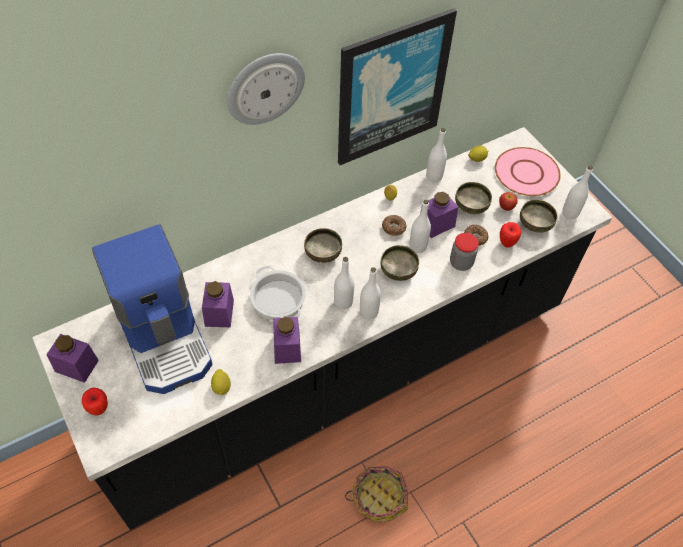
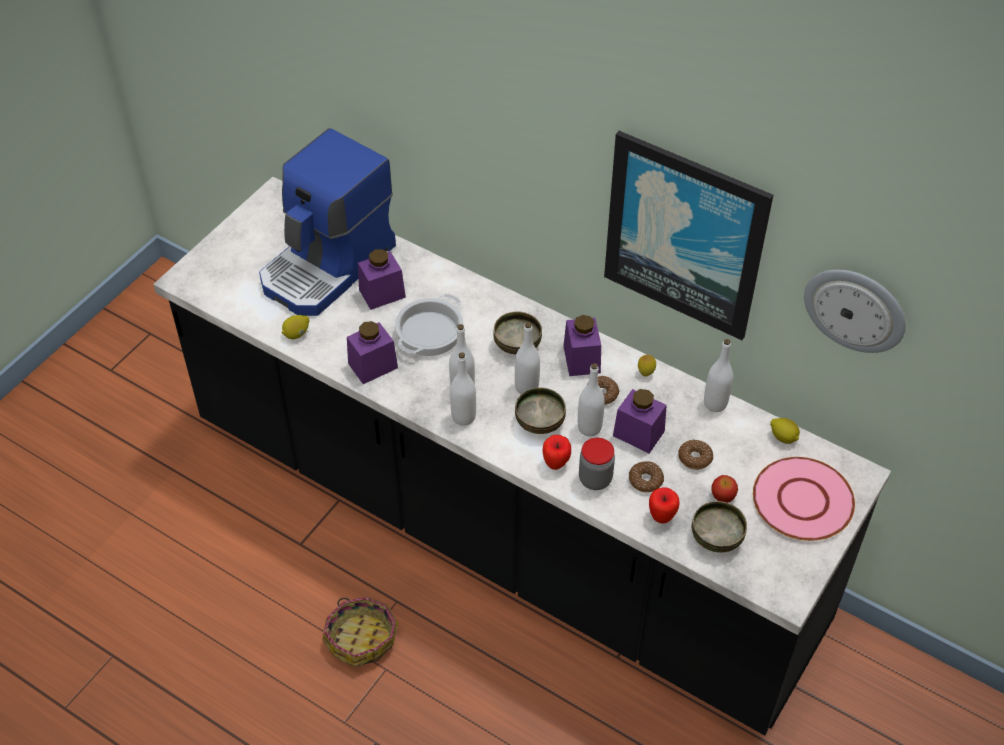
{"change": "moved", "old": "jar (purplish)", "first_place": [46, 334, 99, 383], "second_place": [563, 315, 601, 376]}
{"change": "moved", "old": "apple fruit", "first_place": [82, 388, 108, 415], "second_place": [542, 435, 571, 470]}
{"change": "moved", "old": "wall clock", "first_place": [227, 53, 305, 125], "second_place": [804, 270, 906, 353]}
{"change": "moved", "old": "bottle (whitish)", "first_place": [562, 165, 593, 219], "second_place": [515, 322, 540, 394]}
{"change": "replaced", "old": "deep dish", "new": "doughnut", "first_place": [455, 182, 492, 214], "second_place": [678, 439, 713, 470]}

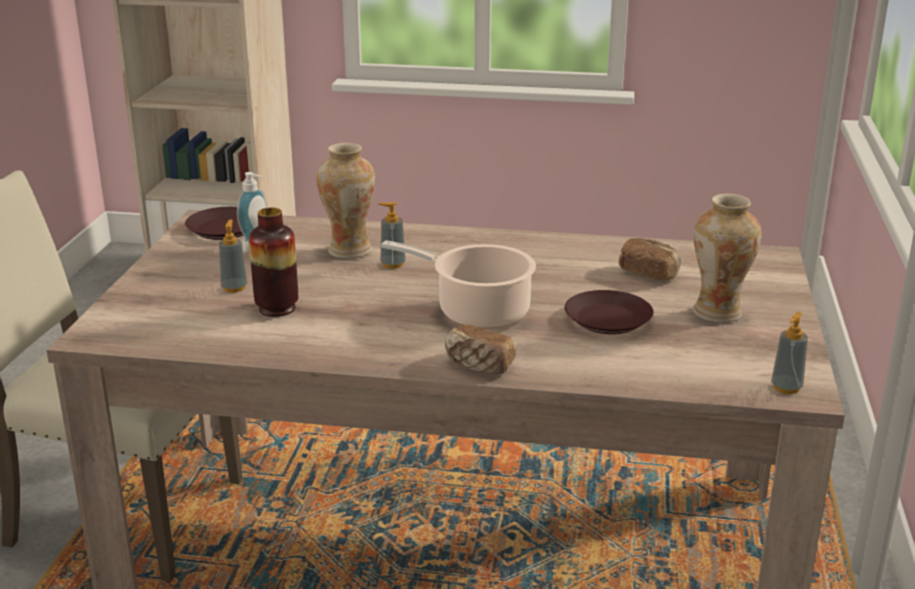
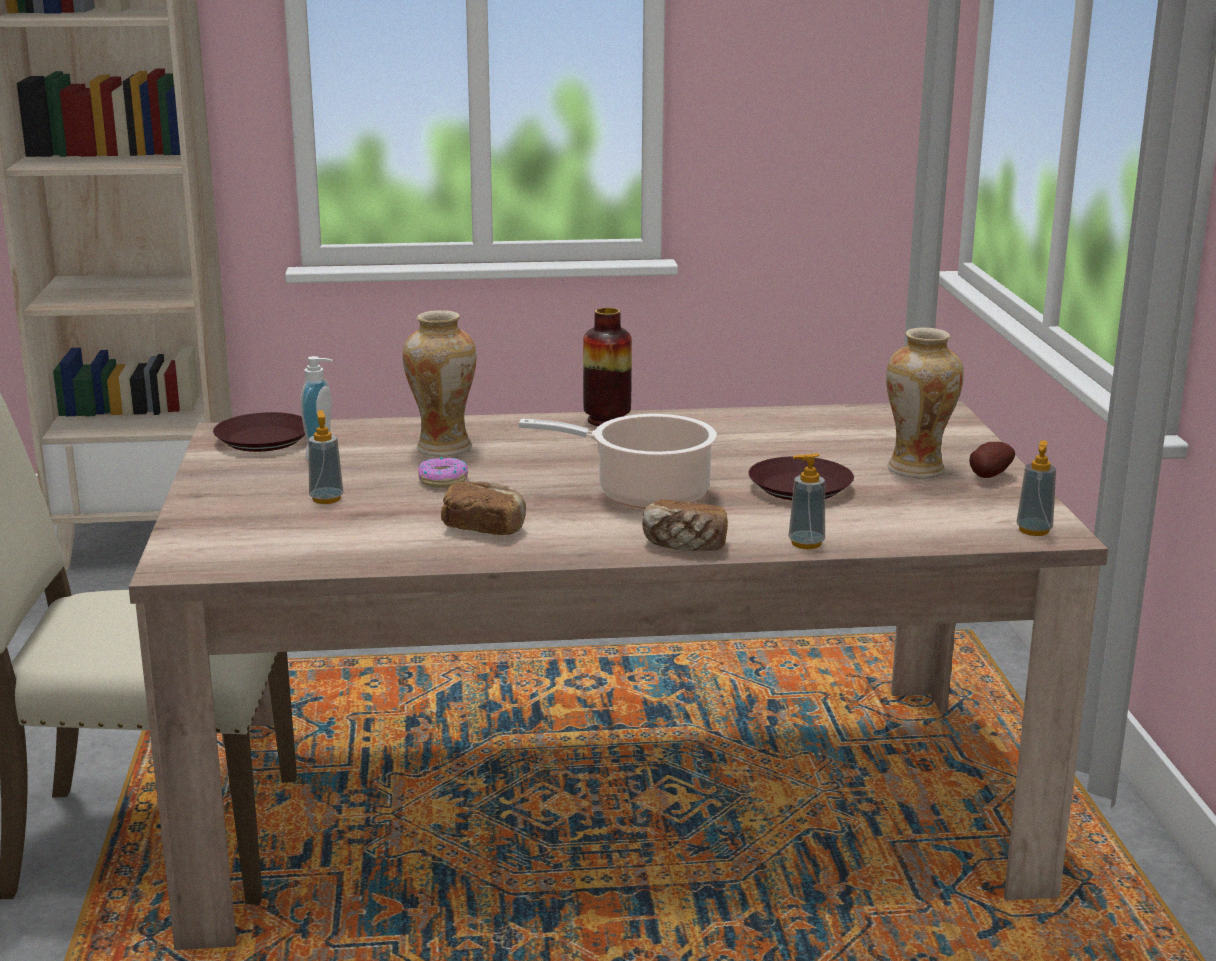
{"change": "added", "new": "doughnut", "second_place": [418, 457, 469, 488]}
{"change": "added", "new": "spud", "second_place": [969, 442, 1015, 478]}
{"change": "moved", "old": "vase", "first_place": [249, 207, 298, 317], "second_place": [583, 308, 632, 426]}
{"change": "moved", "old": "liquid soap bottle", "first_place": [378, 202, 406, 269], "second_place": [789, 453, 825, 549]}
{"change": "moved", "old": "baked bread", "first_place": [619, 238, 681, 280], "second_place": [441, 481, 526, 535]}

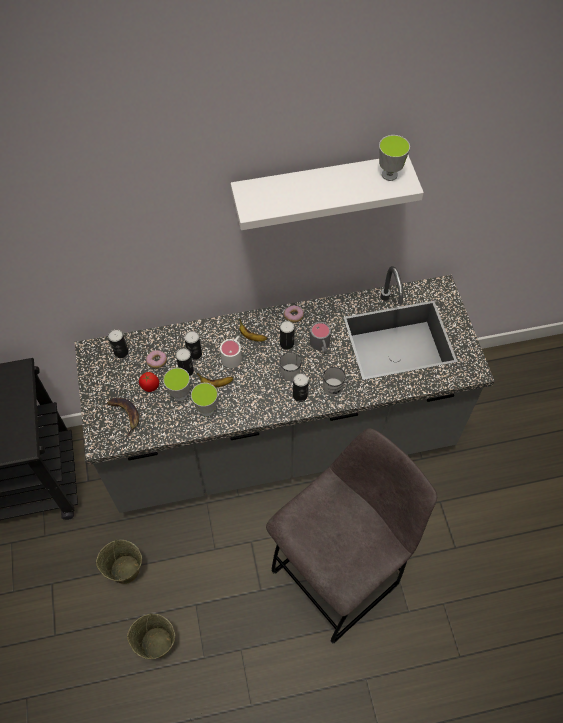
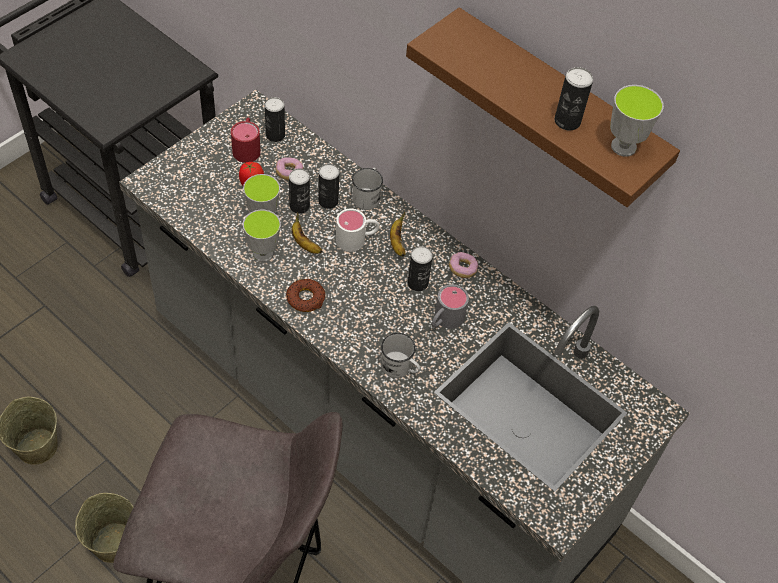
{"change": "removed", "old": "whole banana", "first_place": [107, 398, 139, 437]}
{"change": "added", "new": "coffee mug (reddish)", "second_place": [231, 118, 261, 163]}
{"change": "added", "new": "doughnut", "second_place": [286, 279, 325, 312]}
{"change": "moved", "old": "water bucket (beige)", "first_place": [96, 539, 142, 584], "second_place": [75, 493, 133, 563]}
{"change": "moved", "old": "coffee mug (whitish)", "first_place": [279, 352, 302, 381], "second_place": [352, 168, 383, 210]}
{"change": "moved", "old": "sealed can", "first_place": [293, 373, 309, 402], "second_place": [554, 67, 593, 130]}
{"change": "recoloured", "old": "shelf (whitish)", "new": "shelf (brownish)", "first_place": [231, 155, 424, 230], "second_place": [406, 7, 680, 207]}

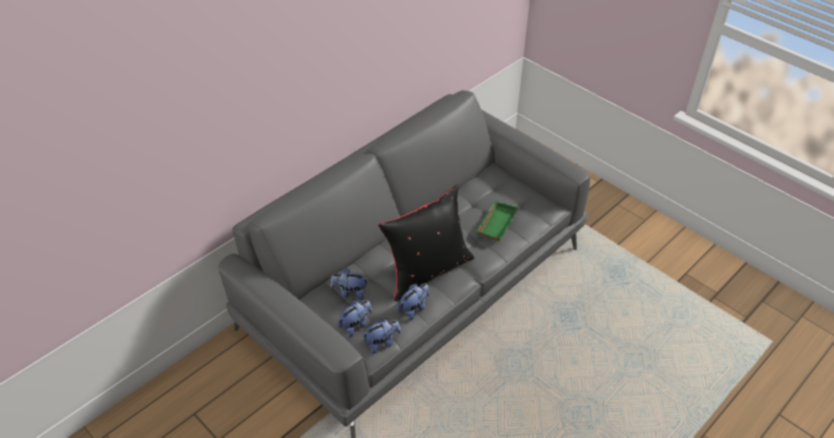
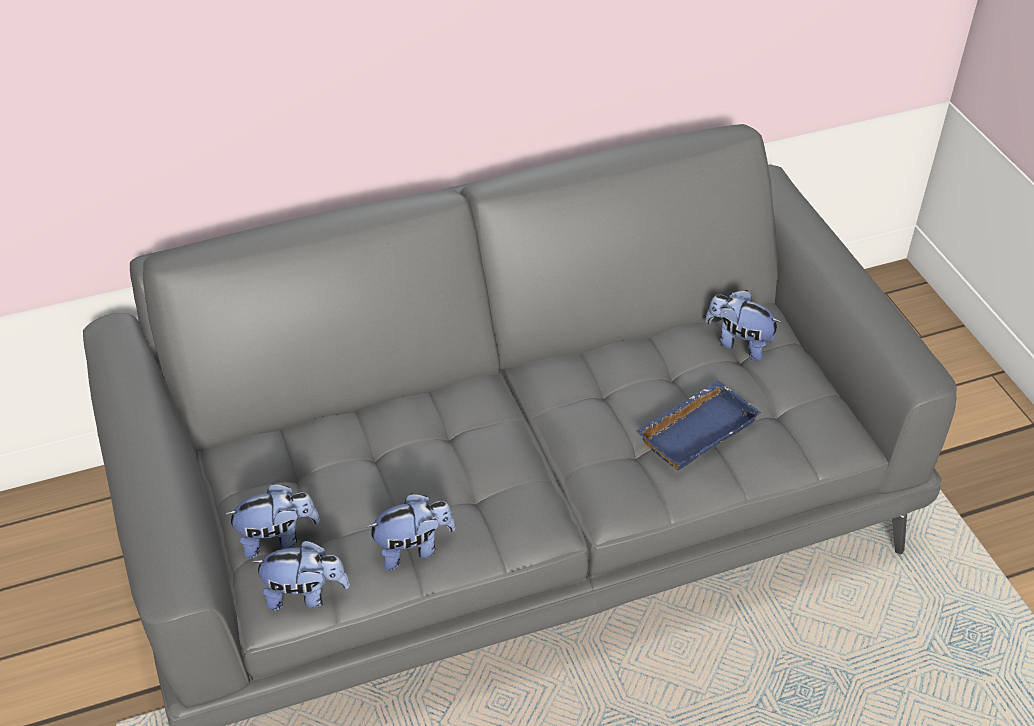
{"change": "removed", "old": "throw pillow (black-coloured)", "first_place": [378, 184, 474, 301]}
{"change": "moved", "old": "soft toy", "first_place": [330, 268, 367, 300], "second_place": [705, 290, 782, 361]}
{"change": "recoloured", "old": "serving tray (green-coloured)", "new": "serving tray (bluish)", "first_place": [477, 200, 519, 241], "second_place": [636, 381, 761, 470]}

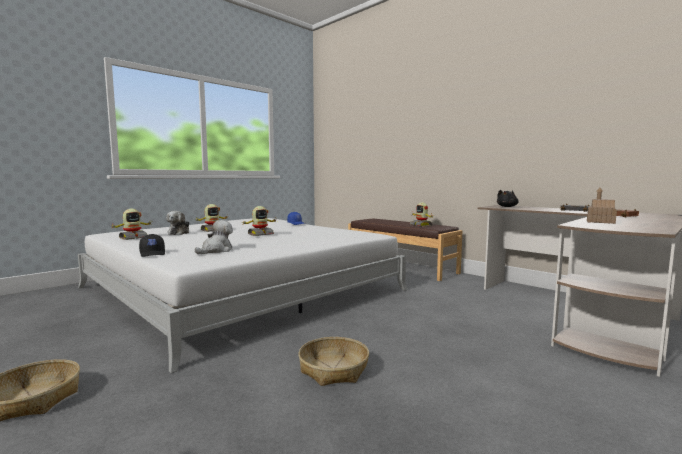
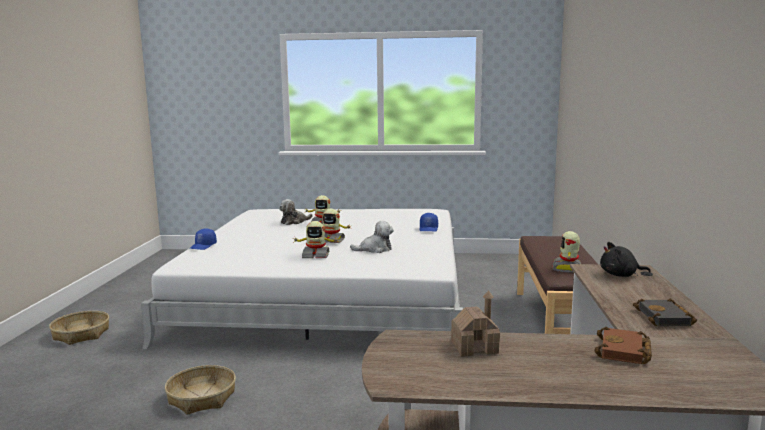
{"change": "moved", "old": "robot figure", "first_place": [112, 209, 153, 240], "second_place": [294, 221, 339, 258]}
{"change": "moved", "old": "soft toy", "first_place": [195, 220, 233, 254], "second_place": [350, 221, 394, 253]}
{"change": "recoloured", "old": "baseball cap (black-coloured)", "new": "baseball cap (bluish)", "first_place": [139, 234, 165, 257], "second_place": [189, 228, 217, 250]}

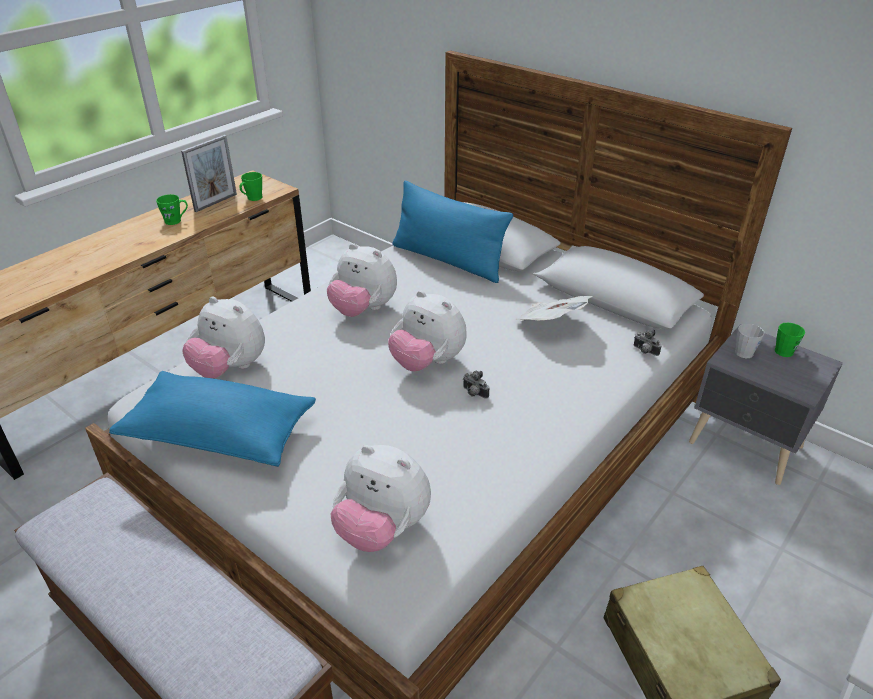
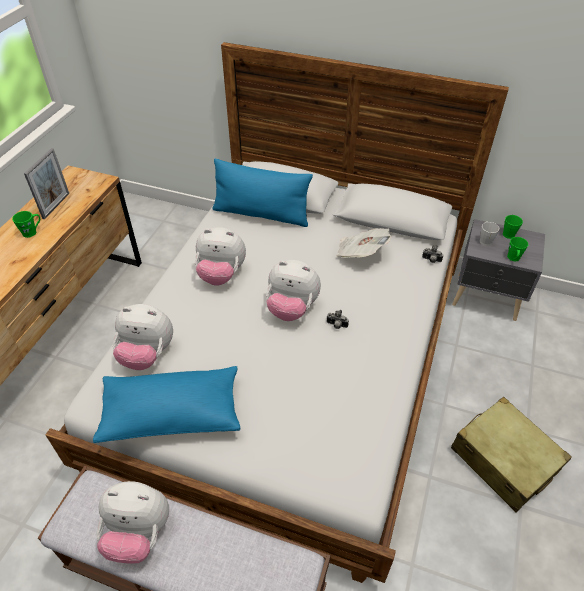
{"change": "moved", "old": "coffee mug (green-coloured)", "first_place": [239, 172, 262, 201], "second_place": [507, 237, 528, 261]}
{"change": "moved", "old": "soft toy", "first_place": [331, 445, 431, 552], "second_place": [96, 481, 169, 564]}

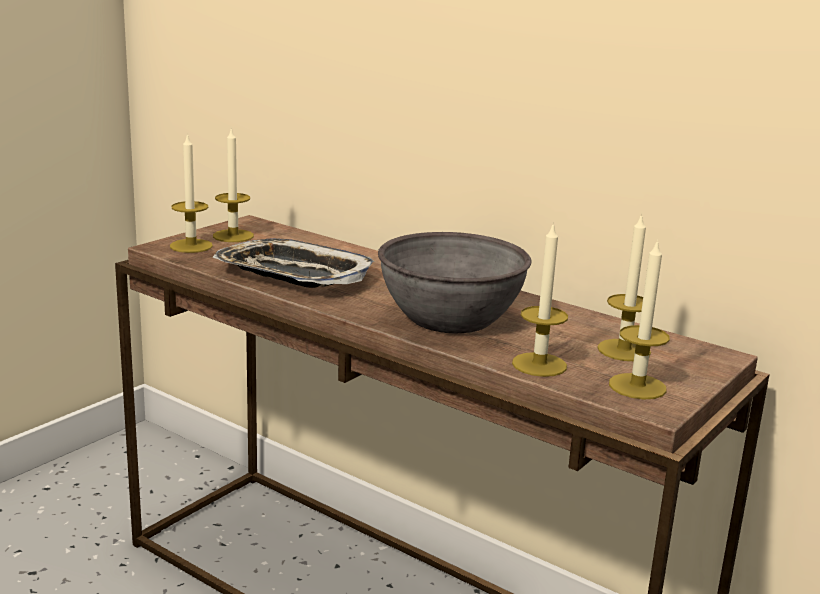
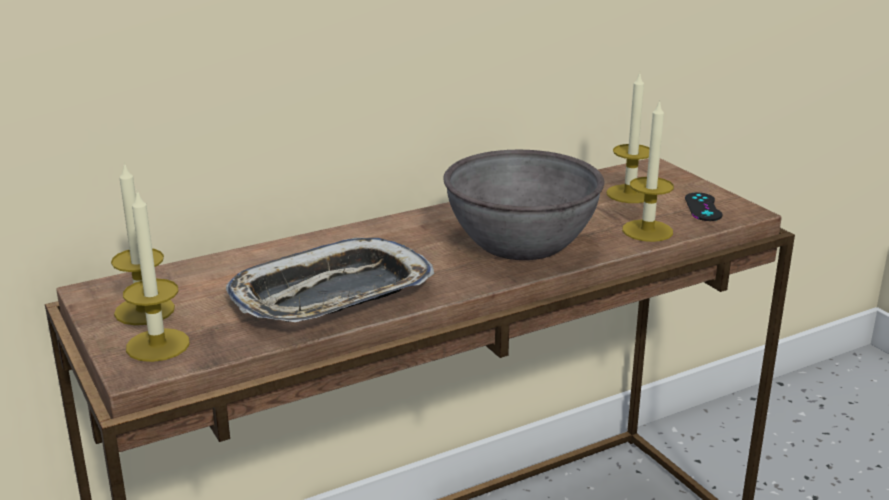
{"change": "replaced", "old": "candle", "new": "joypad (black-coloured)", "first_place": [609, 239, 670, 399], "second_place": [685, 192, 722, 221]}

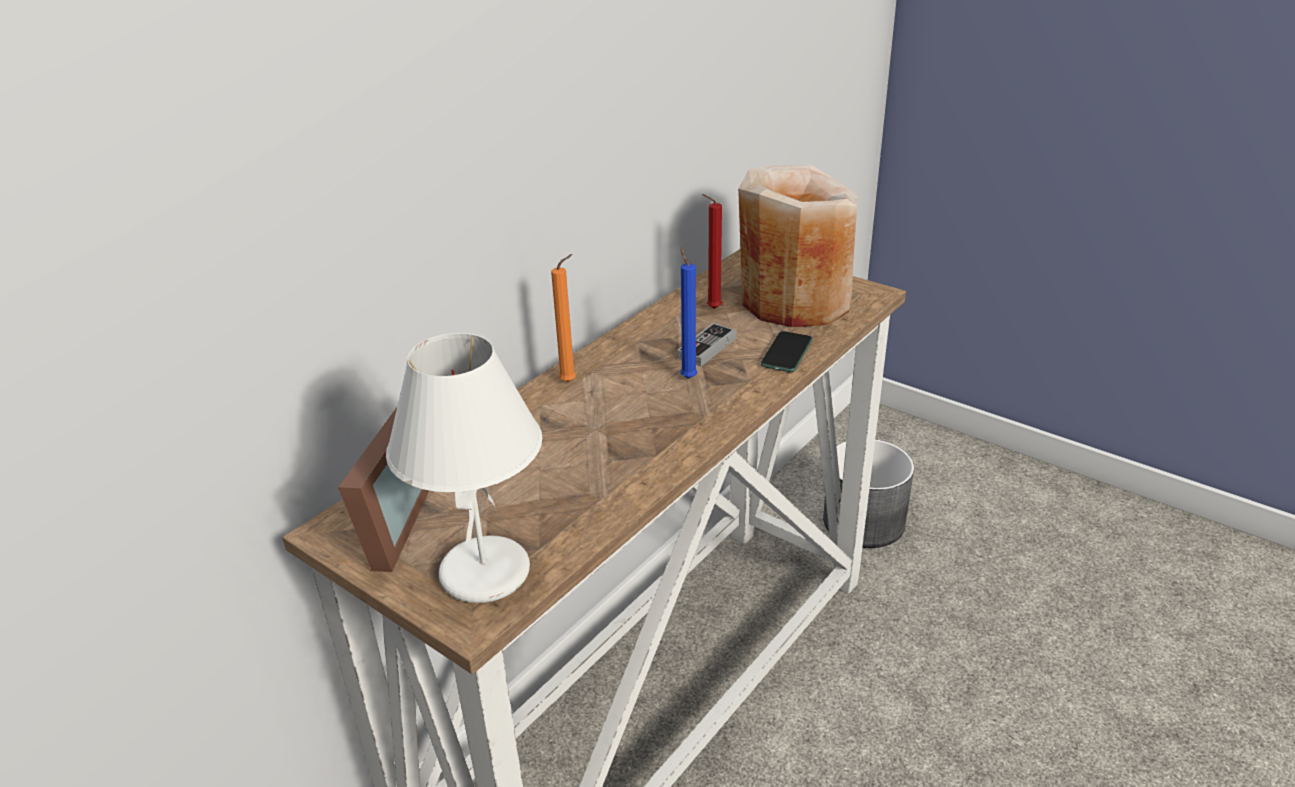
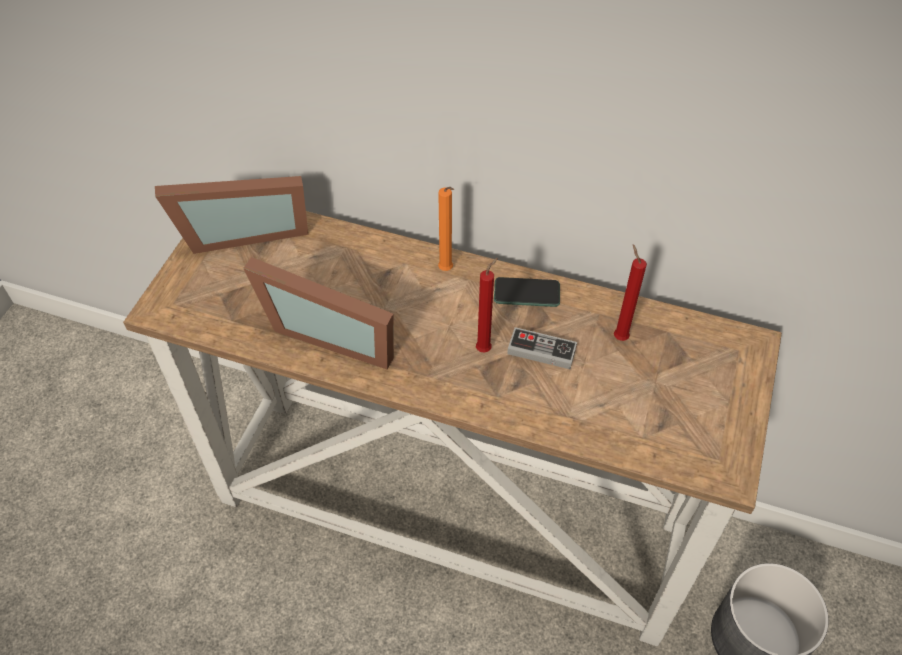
{"change": "removed", "old": "lamp for a table (whitish)", "first_place": [386, 333, 542, 603]}
{"change": "removed", "old": "vase (beige)", "first_place": [738, 165, 857, 327]}
{"change": "added", "new": "standing frame", "second_place": [243, 257, 394, 369]}
{"change": "moved", "old": "telephone", "first_place": [761, 331, 813, 372], "second_place": [494, 277, 560, 307]}
{"change": "recoloured", "old": "candle (bluish)", "new": "candle (reddish)", "first_place": [680, 247, 698, 378], "second_place": [476, 258, 498, 352]}

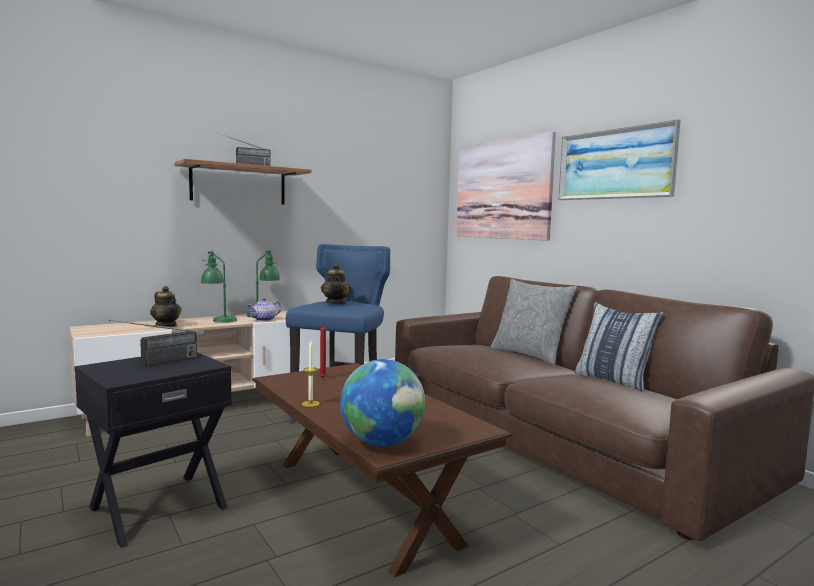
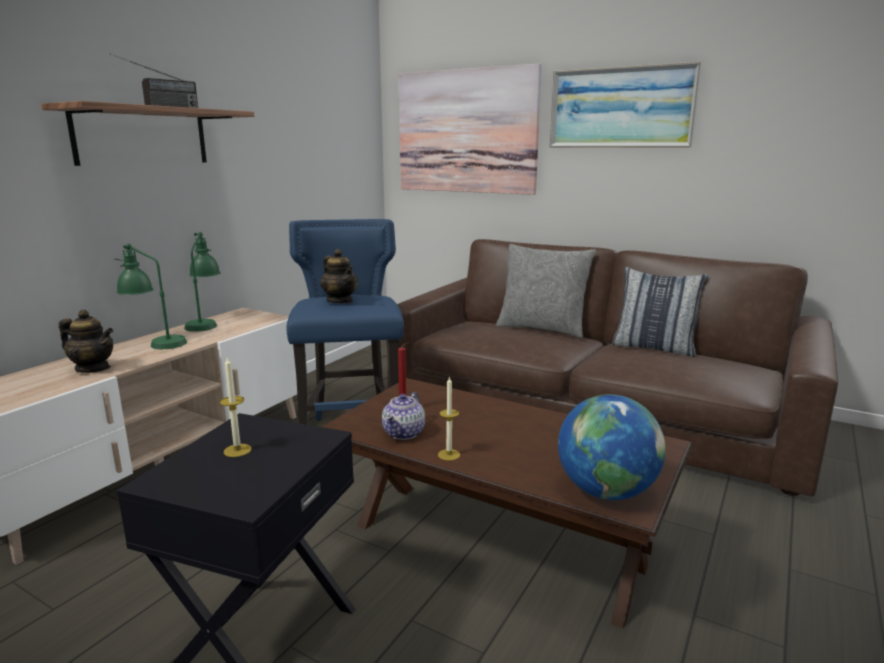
{"change": "moved", "old": "pot for tea", "first_place": [247, 298, 281, 321], "second_place": [382, 392, 425, 440]}
{"change": "replaced", "old": "radio", "new": "candle", "first_place": [109, 320, 197, 365], "second_place": [220, 357, 251, 457]}

